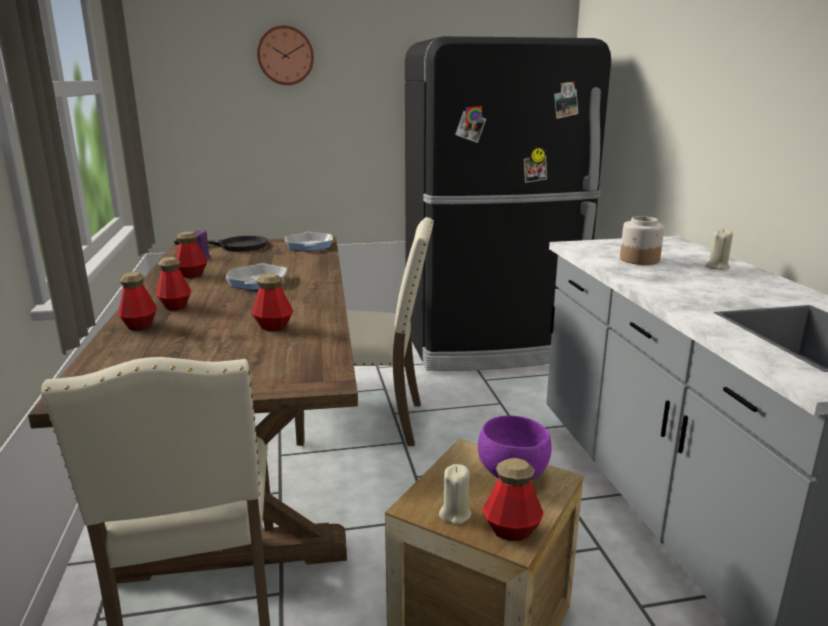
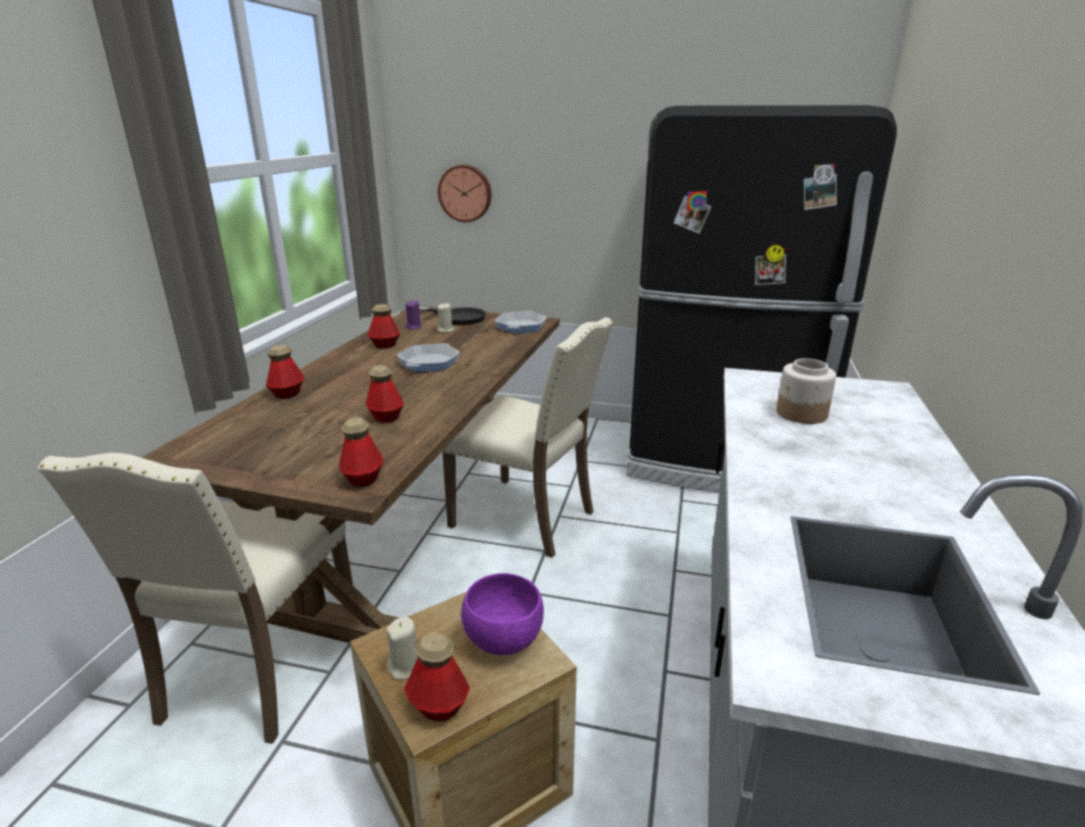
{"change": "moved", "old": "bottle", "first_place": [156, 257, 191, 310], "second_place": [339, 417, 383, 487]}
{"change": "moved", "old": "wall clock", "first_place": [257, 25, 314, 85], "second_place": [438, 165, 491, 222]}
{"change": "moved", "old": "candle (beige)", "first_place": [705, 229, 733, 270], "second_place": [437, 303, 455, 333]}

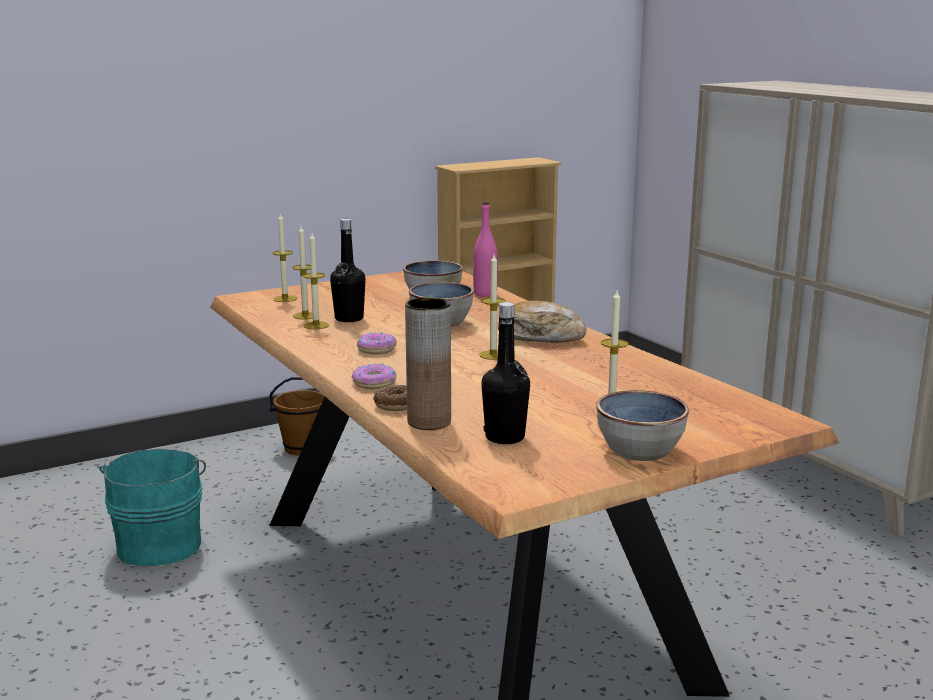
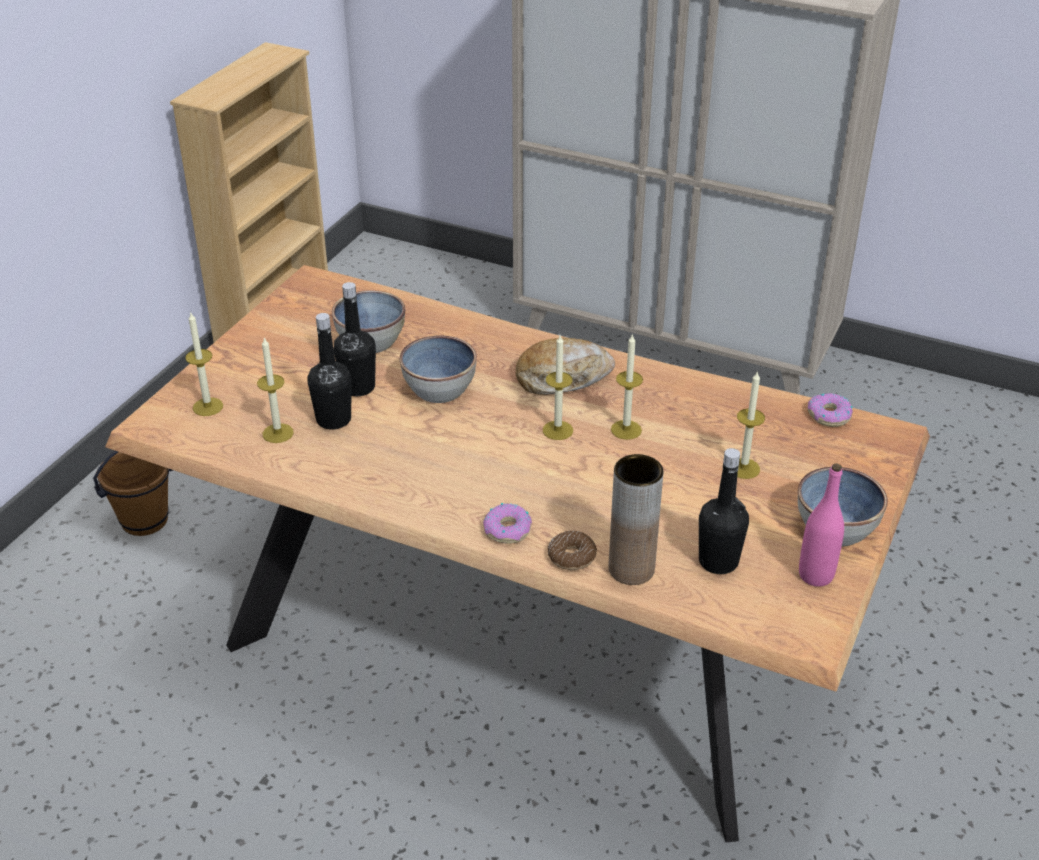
{"change": "removed", "old": "water bucket (blue-green)", "first_place": [99, 449, 206, 566]}
{"change": "added", "new": "bottle (black-coloured)", "second_place": [333, 282, 376, 396]}
{"change": "moved", "old": "candle", "first_place": [303, 233, 329, 329], "second_place": [611, 333, 643, 440]}
{"change": "moved", "old": "doughnut", "first_place": [357, 332, 397, 354], "second_place": [808, 393, 853, 427]}
{"change": "moved", "old": "bottle (pink-coloured)", "first_place": [473, 202, 498, 297], "second_place": [799, 463, 844, 587]}

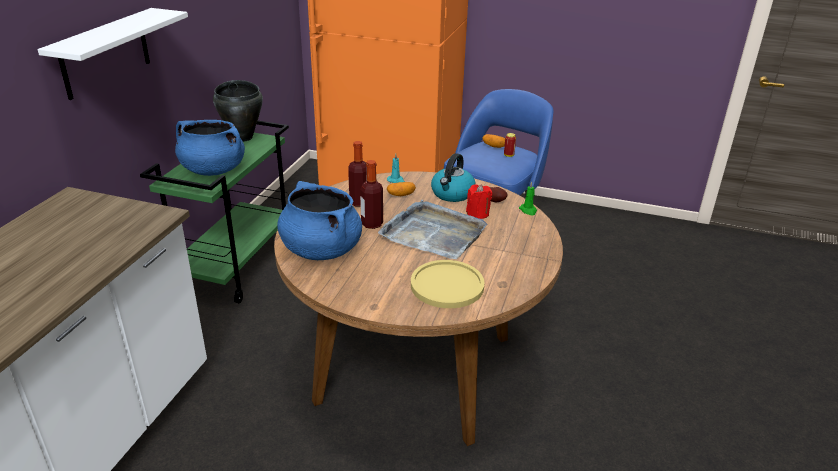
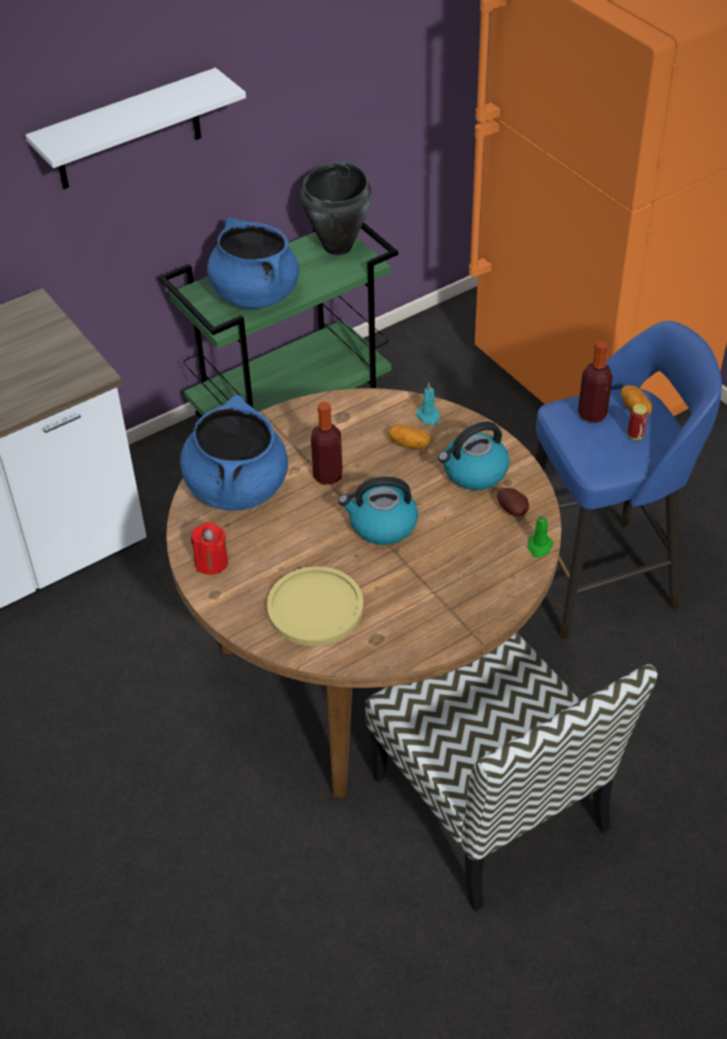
{"change": "added", "new": "chair", "second_place": [365, 632, 658, 912]}
{"change": "moved", "old": "bottle", "first_place": [348, 141, 367, 207], "second_place": [578, 341, 613, 423]}
{"change": "moved", "old": "candle (reddish)", "first_place": [466, 184, 492, 219], "second_place": [191, 522, 228, 575]}
{"change": "replaced", "old": "serving tray (grey)", "new": "tea kettle", "first_place": [378, 200, 487, 259], "second_place": [338, 477, 418, 545]}

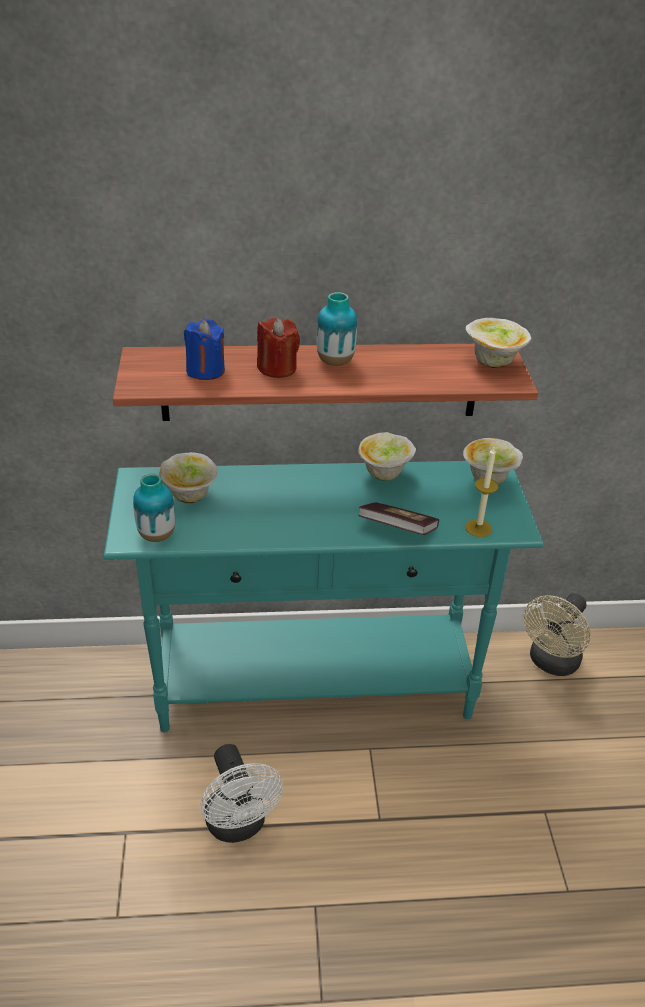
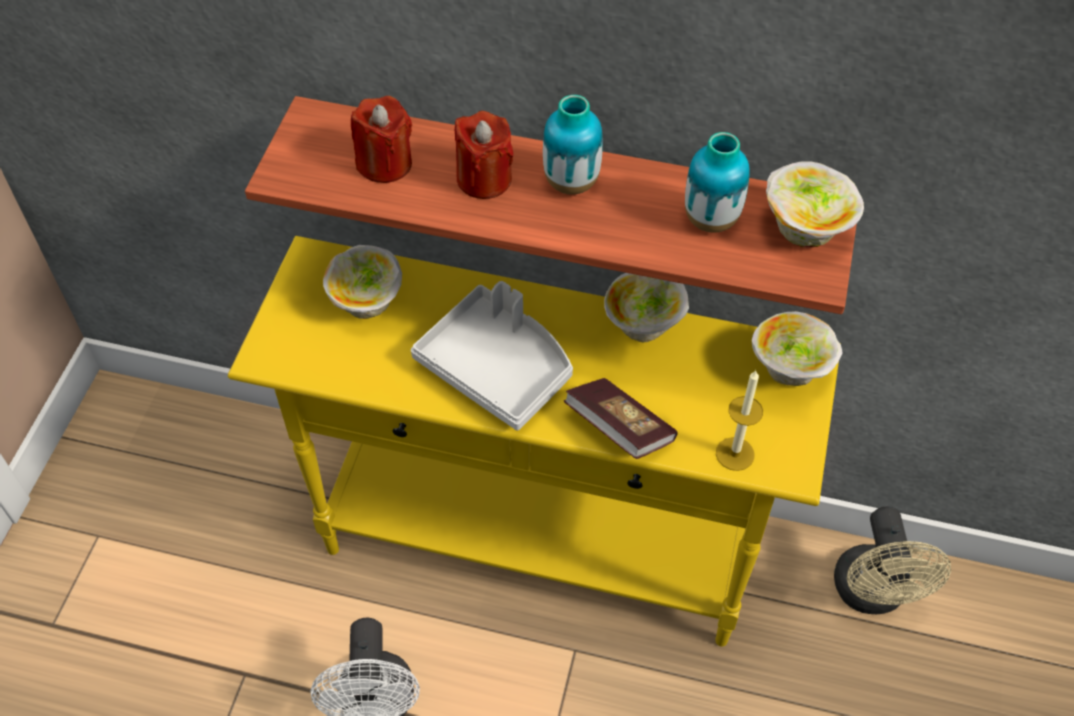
{"change": "added", "new": "serving tray (grey)", "second_place": [411, 281, 573, 430]}
{"change": "moved", "old": "vase", "first_place": [133, 474, 175, 542], "second_place": [685, 132, 750, 233]}
{"change": "recoloured", "old": "narrow table (blue-green)", "new": "narrow table (yellowish)", "first_place": [103, 461, 544, 732], "second_place": [228, 236, 839, 647]}
{"change": "recoloured", "old": "candle (bluish)", "new": "candle (reddish)", "first_place": [184, 318, 225, 380], "second_place": [351, 96, 412, 183]}
{"change": "turned", "old": "electric fan (beige)", "first_place": [523, 593, 591, 676], "second_place": [834, 507, 951, 614], "degrees": -60}

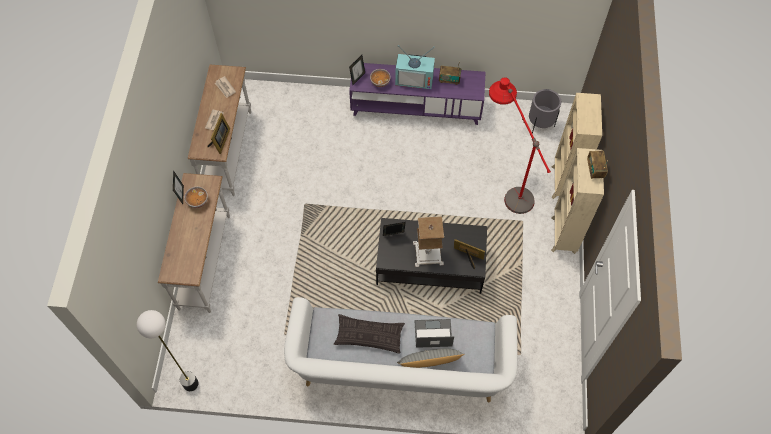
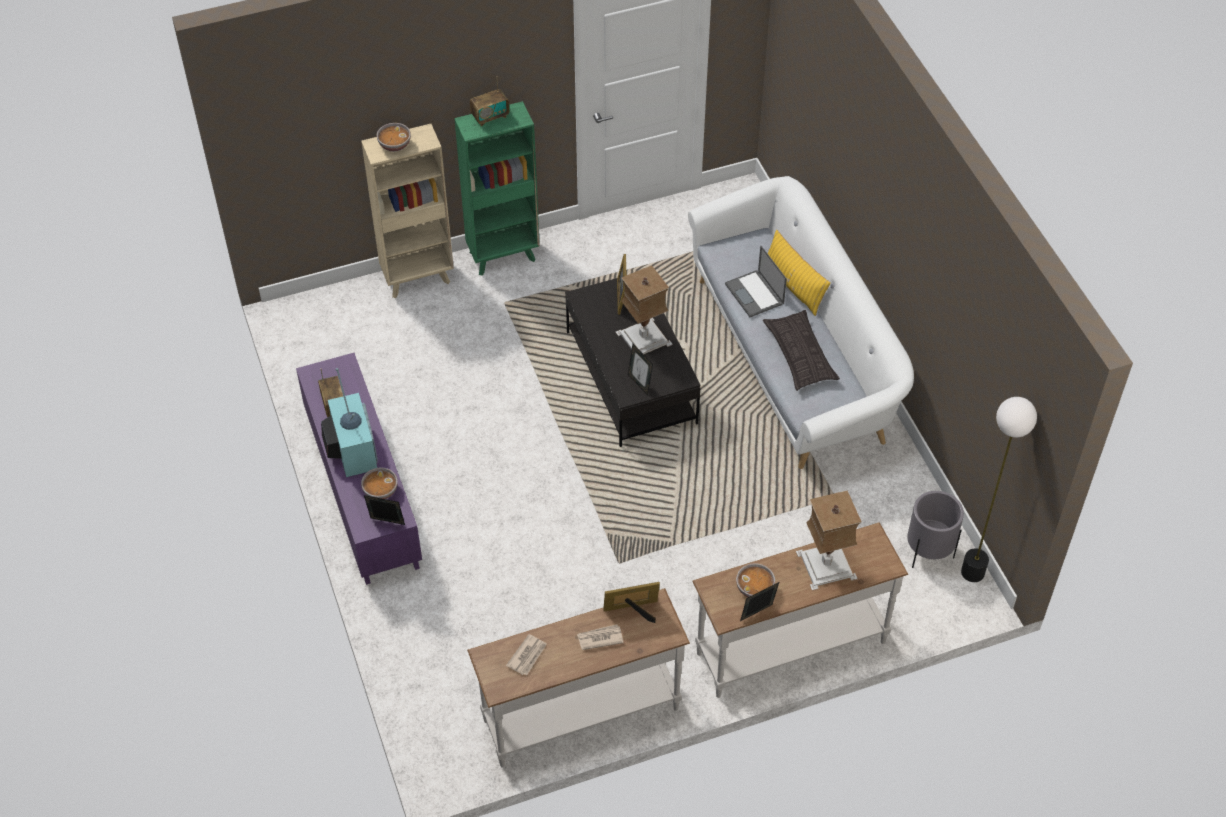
{"change": "removed", "old": "floor lamp (reddish)", "first_place": [489, 77, 551, 214]}
{"change": "added", "new": "deep dish", "second_place": [377, 123, 411, 152]}
{"change": "added", "new": "lamp for a table", "second_place": [796, 490, 862, 590]}
{"change": "moved", "old": "plant pot (grey)", "first_place": [529, 89, 561, 134], "second_place": [907, 491, 964, 568]}
{"change": "recoloured", "old": "throw pillow (grey)", "new": "throw pillow (yellowish)", "first_place": [397, 349, 464, 368], "second_place": [767, 230, 831, 316]}
{"change": "recoloured", "old": "bookcase (beige)", "new": "bookcase (green-coloured)", "first_place": [551, 148, 604, 254], "second_place": [454, 101, 540, 276]}

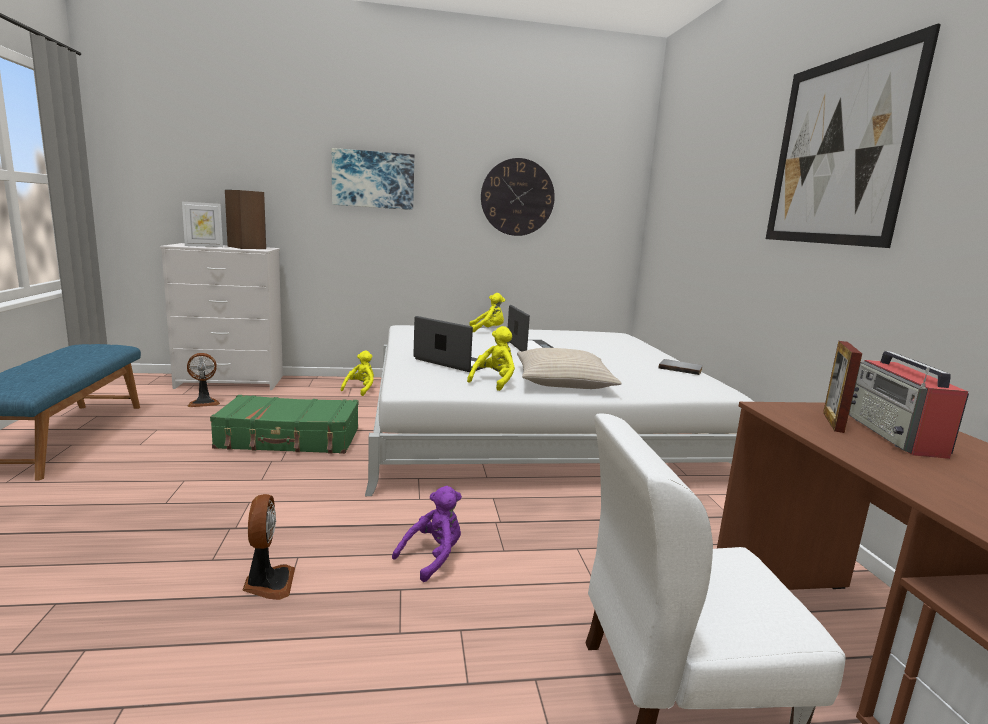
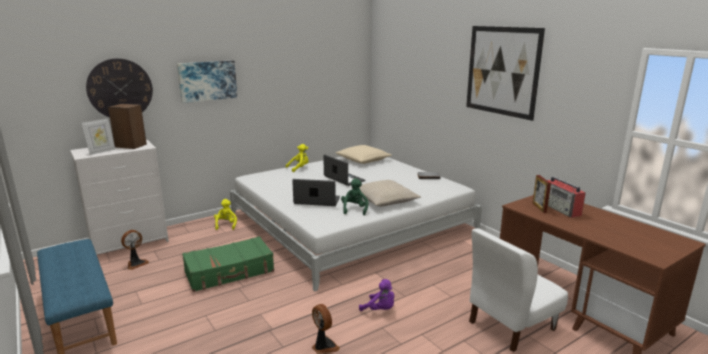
{"change": "added", "new": "throw pillow (beige)", "second_place": [335, 145, 392, 164]}
{"change": "moved", "old": "wall clock", "first_place": [481, 158, 555, 236], "second_place": [86, 58, 153, 117]}
{"change": "recoloured", "old": "soft toy (yellowish)", "new": "soft toy (green-coloured)", "first_place": [467, 326, 515, 391], "second_place": [341, 178, 368, 215]}
{"change": "turned", "old": "soft toy (purplish)", "first_place": [392, 486, 462, 582], "second_place": [359, 279, 394, 311], "degrees": 105}

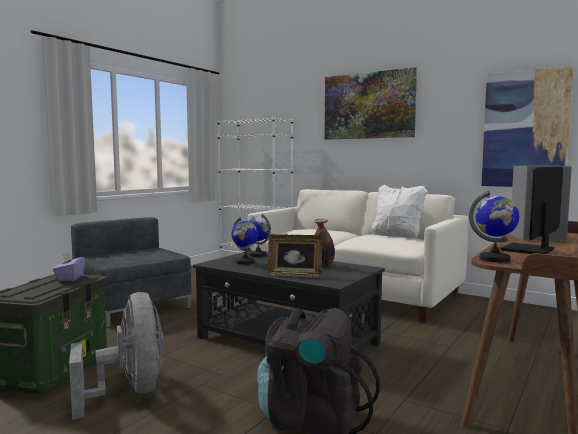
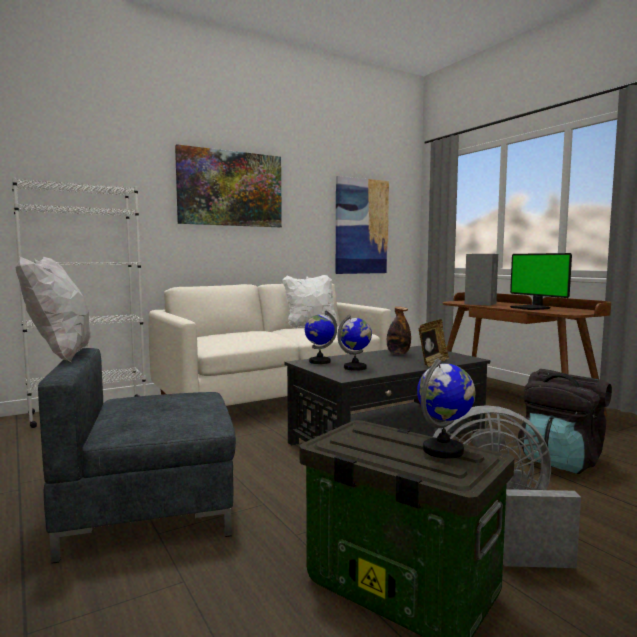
{"change": "removed", "old": "box of tissues (purplish)", "first_place": [53, 252, 85, 281]}
{"change": "added", "new": "throw pillow (whitish)", "second_place": [15, 256, 91, 362]}
{"change": "moved", "old": "world globe", "first_place": [469, 191, 519, 262], "second_place": [417, 358, 476, 458]}

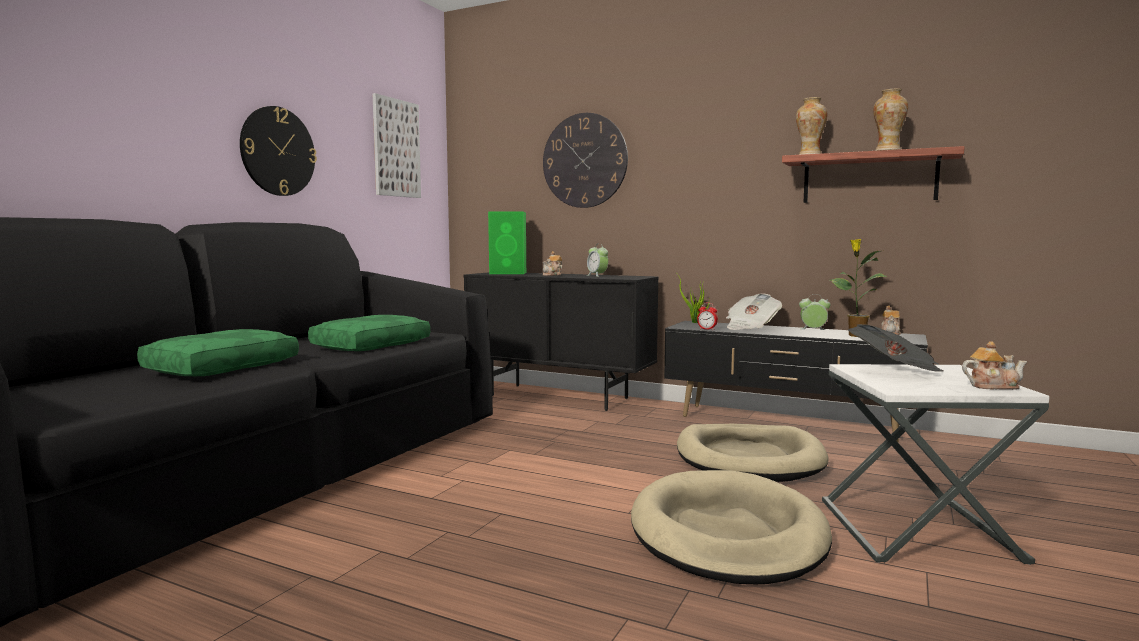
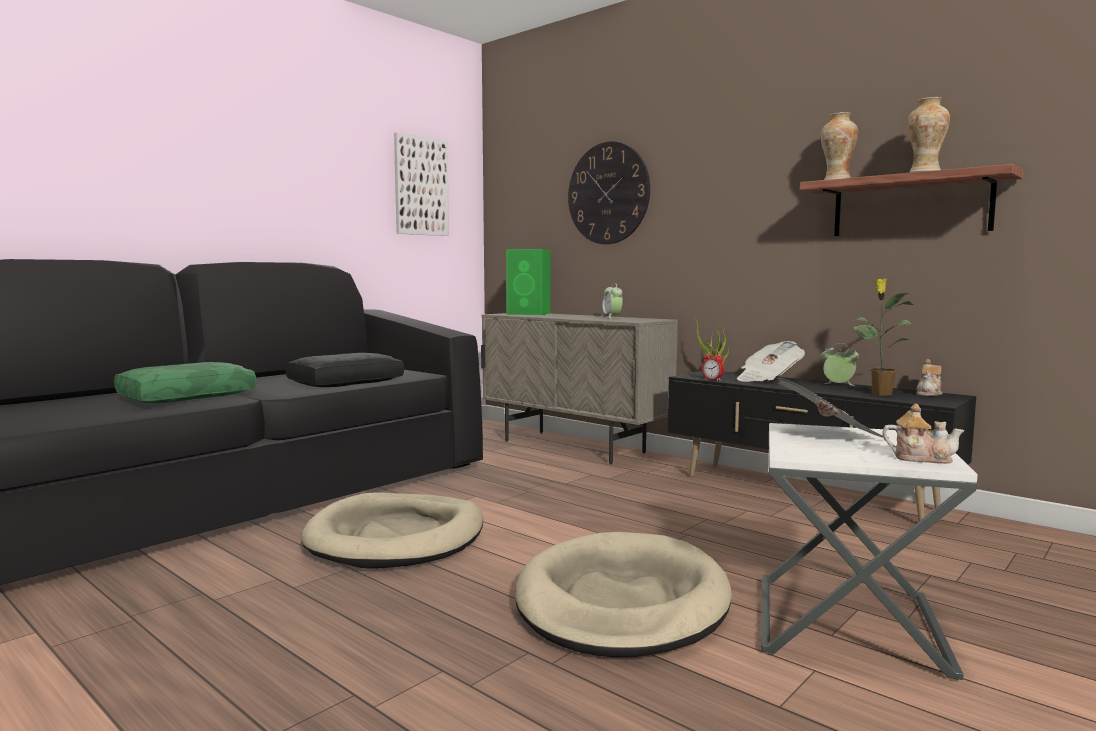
{"change": "removed", "old": "wall clock", "first_place": [240, 106, 317, 196]}
{"change": "removed", "old": "pot for tea", "first_place": [542, 251, 562, 276]}
{"change": "moved", "old": "pet bed (beige)", "first_place": [677, 424, 829, 482], "second_place": [301, 493, 483, 569]}
{"change": "recoloured", "old": "throw pillow (green-coloured)", "new": "throw pillow (black-coloured)", "first_place": [308, 315, 430, 351], "second_place": [285, 353, 404, 387]}
{"change": "recoloured", "old": "storage cabinet (black-coloured)", "new": "storage cabinet (beige)", "first_place": [463, 272, 659, 411], "second_place": [481, 313, 678, 464]}

